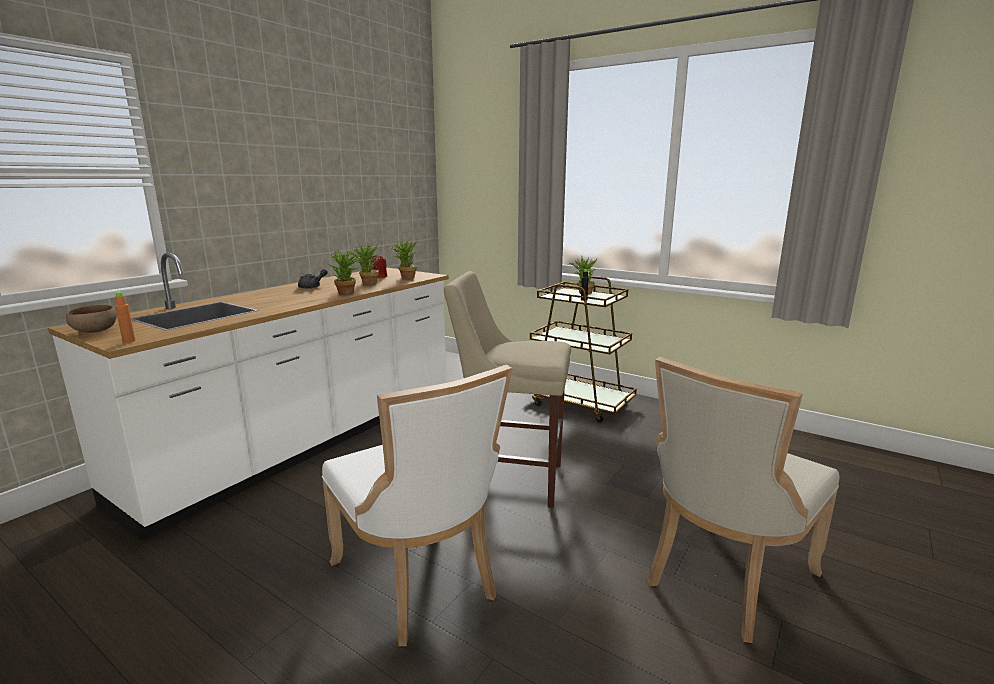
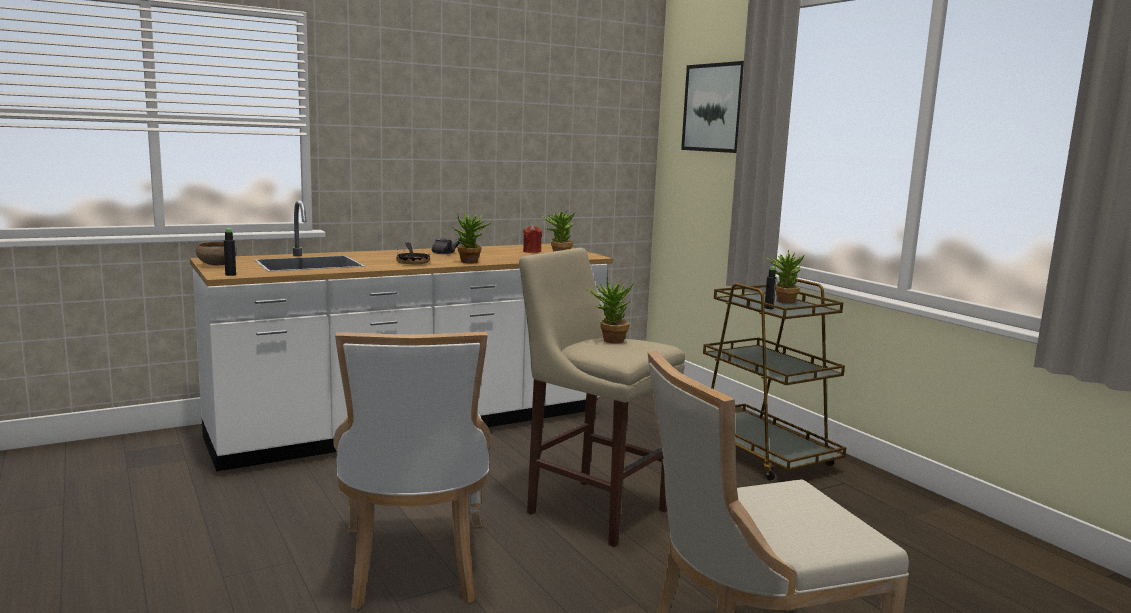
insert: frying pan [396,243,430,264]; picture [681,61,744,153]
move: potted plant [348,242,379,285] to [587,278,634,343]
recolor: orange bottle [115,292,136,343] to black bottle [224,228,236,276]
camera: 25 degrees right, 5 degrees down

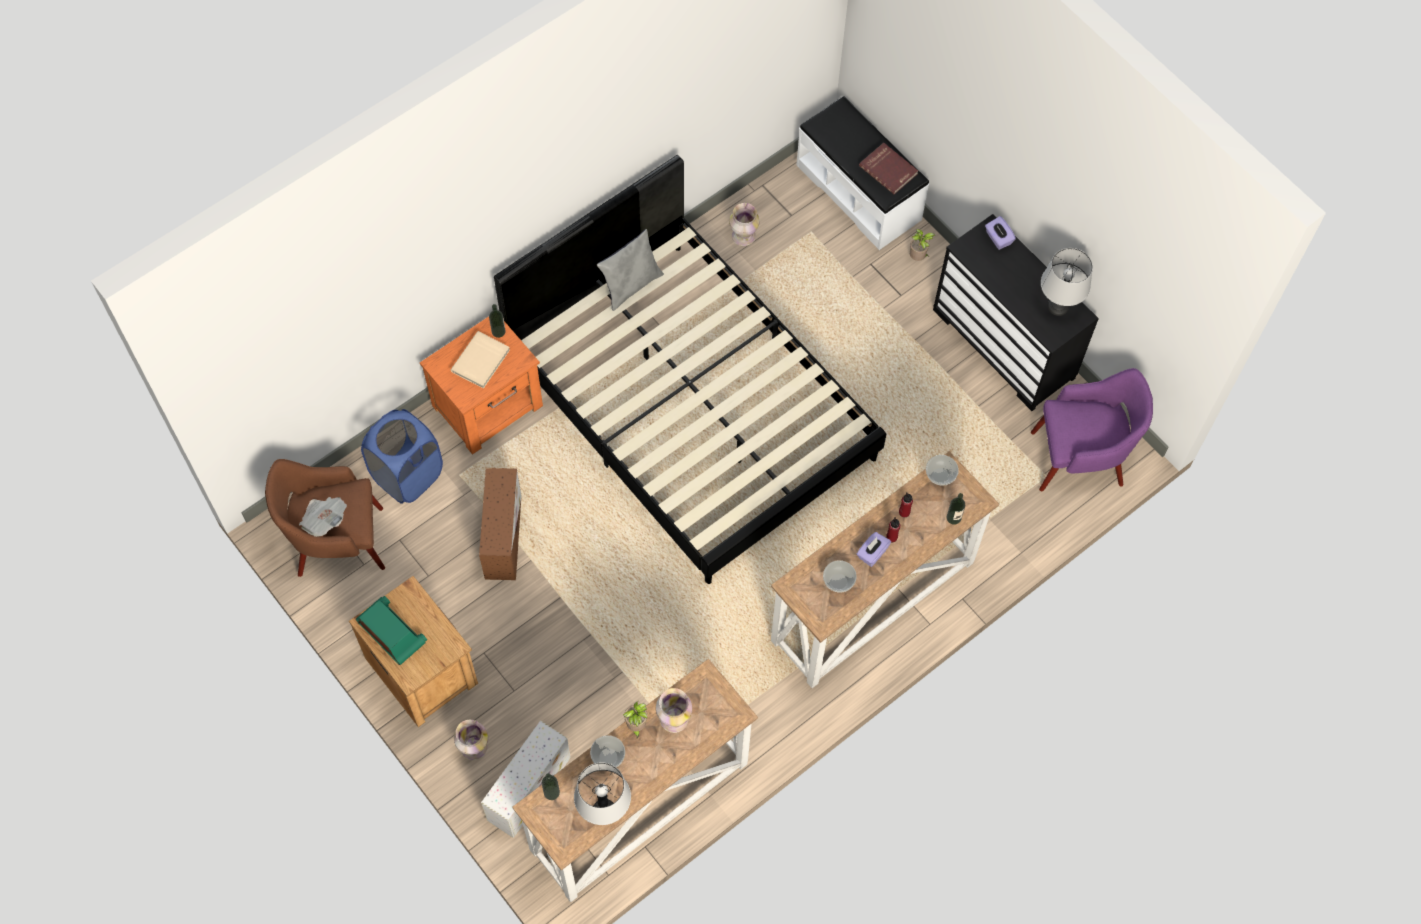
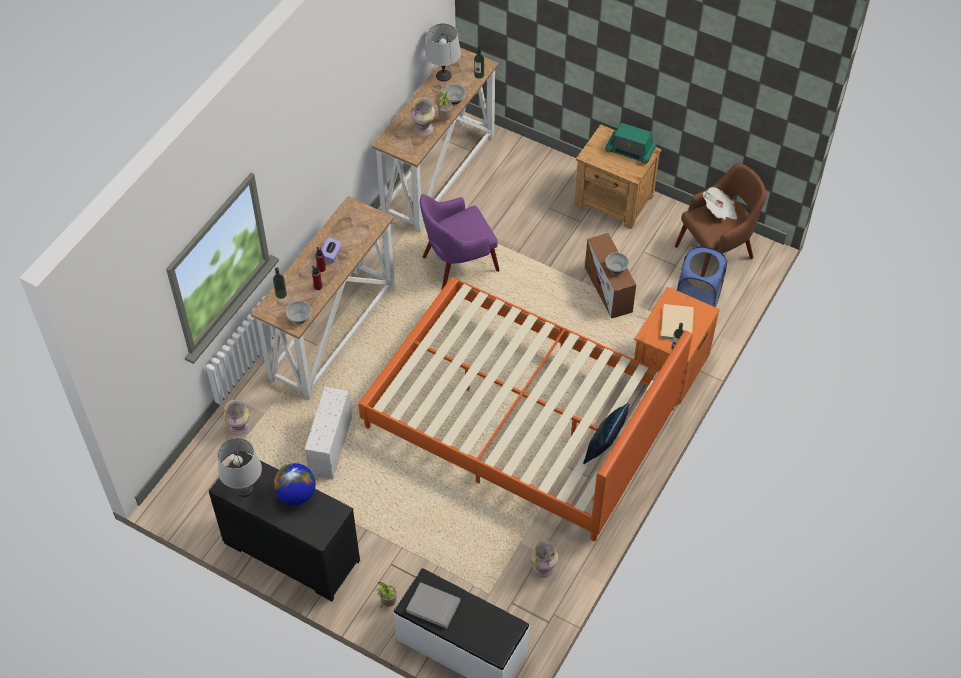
delete: purple tissue box [985,216,1016,250]
insert: globe [274,463,316,505]
move: vase [454,720,488,760] to [224,400,250,436]; white storage box [481,720,571,838] to [305,387,352,479]; purple armchair [1031,368,1153,492] to [420,194,500,289]; bowl [823,560,857,593] to [606,253,629,273]
recolor: black bed [494,155,886,584] to orange bed [358,277,692,541]; red book [859,143,918,194] to grey book [406,582,461,629]; grey pillow [597,229,664,311] to blue pillow [583,403,629,464]
camera: 160 degrees right, 10 degrees down

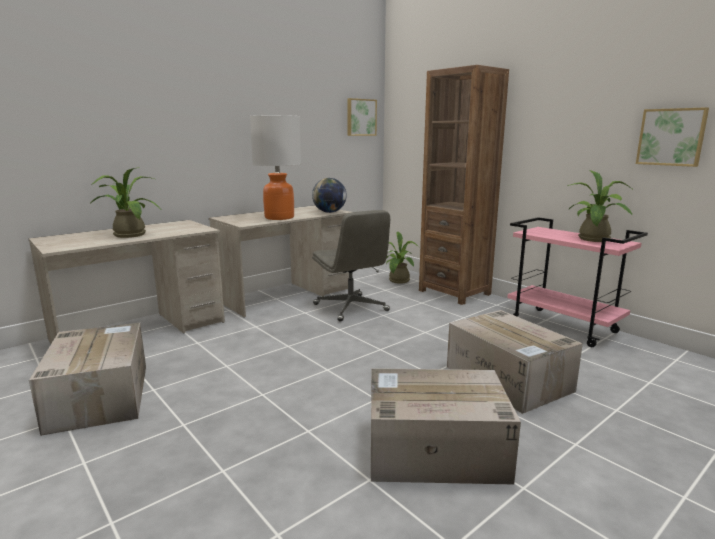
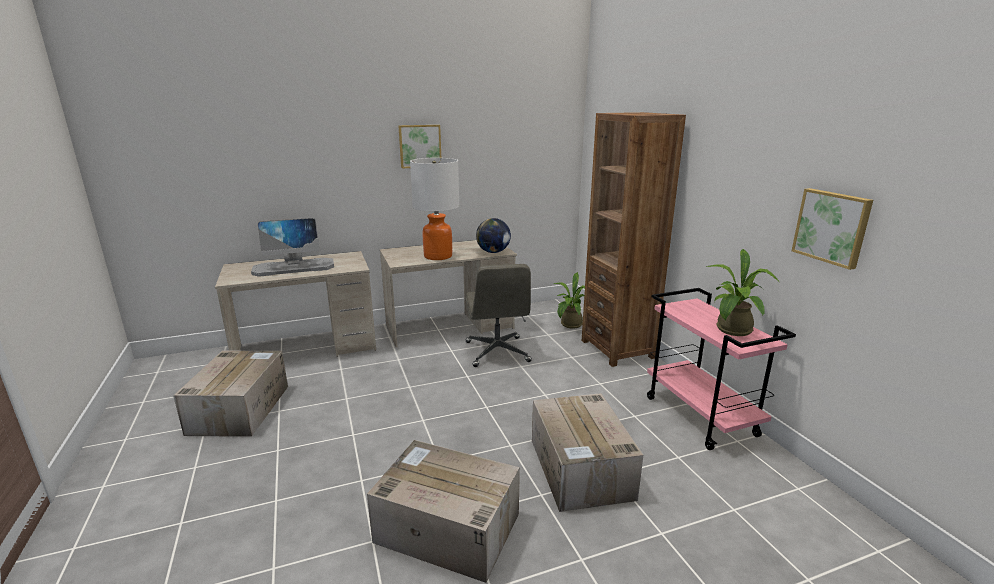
move: picture [347,98,377,136] to [398,125,441,169]
replace: potted plant [91,167,161,238] to monitor [251,218,334,277]
camera: 20 degrees right, 5 degrees up

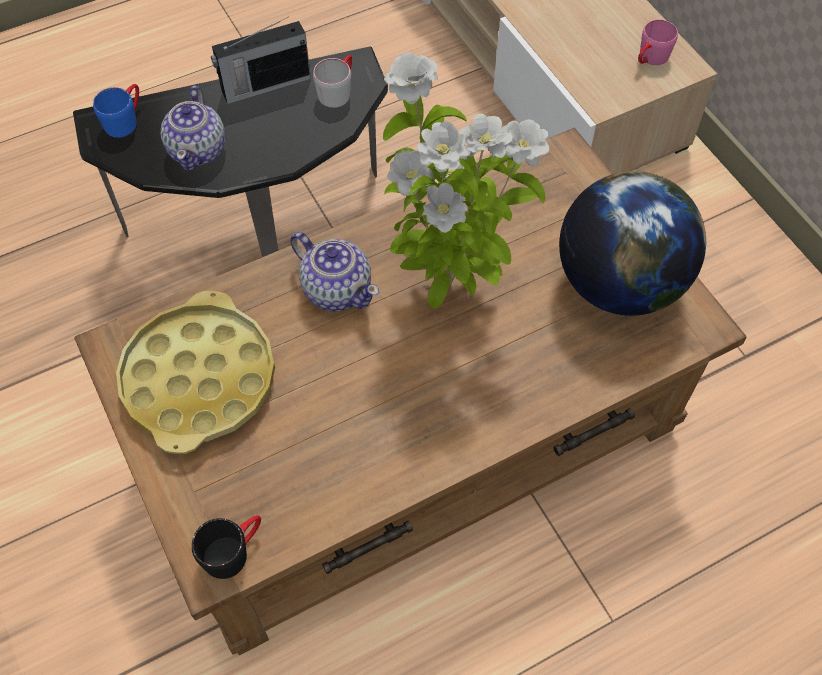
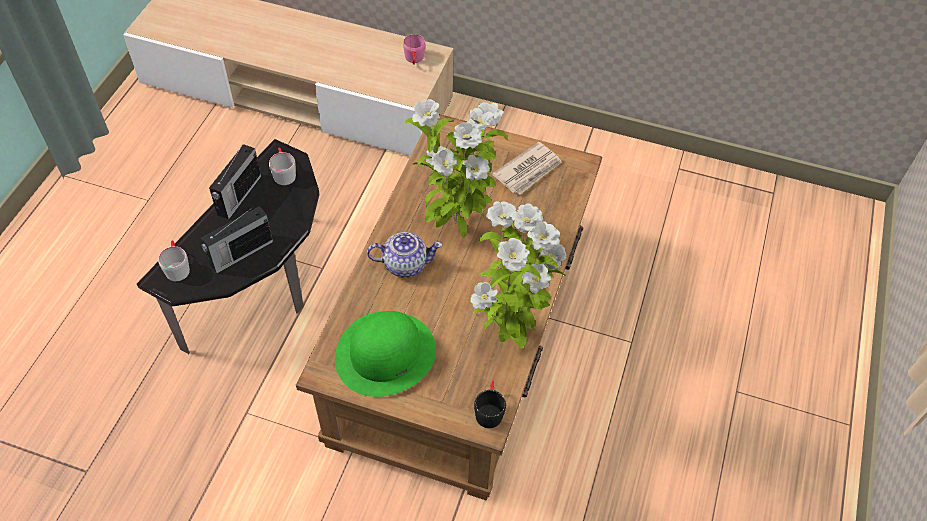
insert: potted plant [470,201,566,349]
replace: teapot [161,85,225,171] to radio [201,206,273,273]; yellow tray [116,291,275,454] to green hat [335,311,436,397]; globe [559,171,706,316] to newspaper [492,142,562,195]
recolor: blue mug [93,84,139,138] to grey mug [158,240,190,281]
camera: 45 degrees left, 5 degrees down

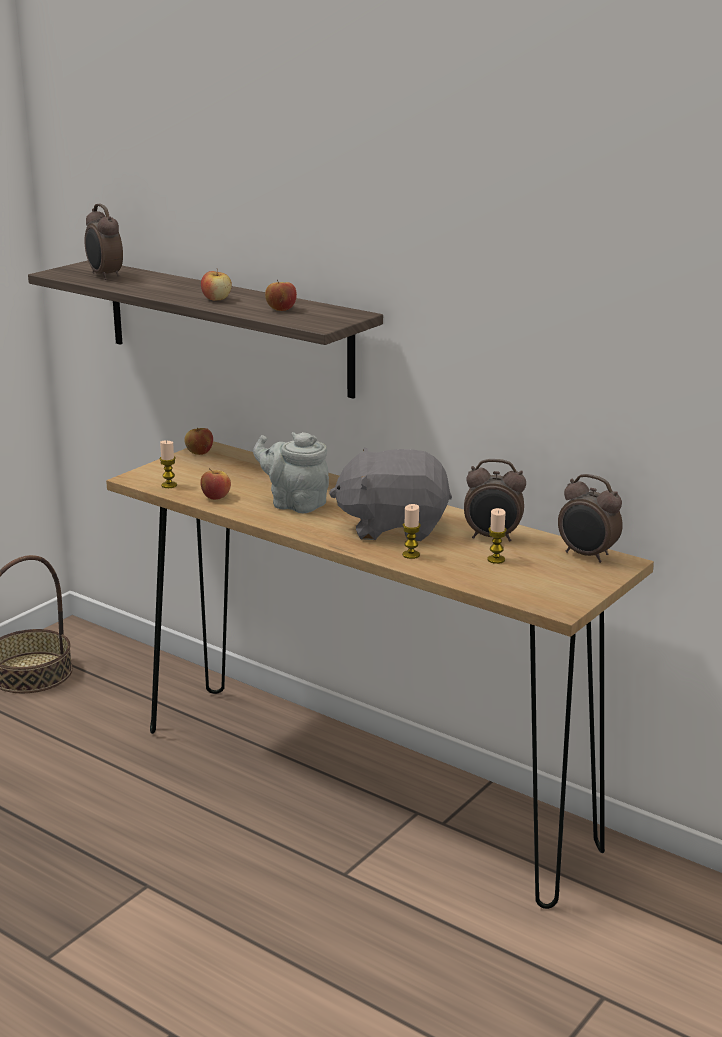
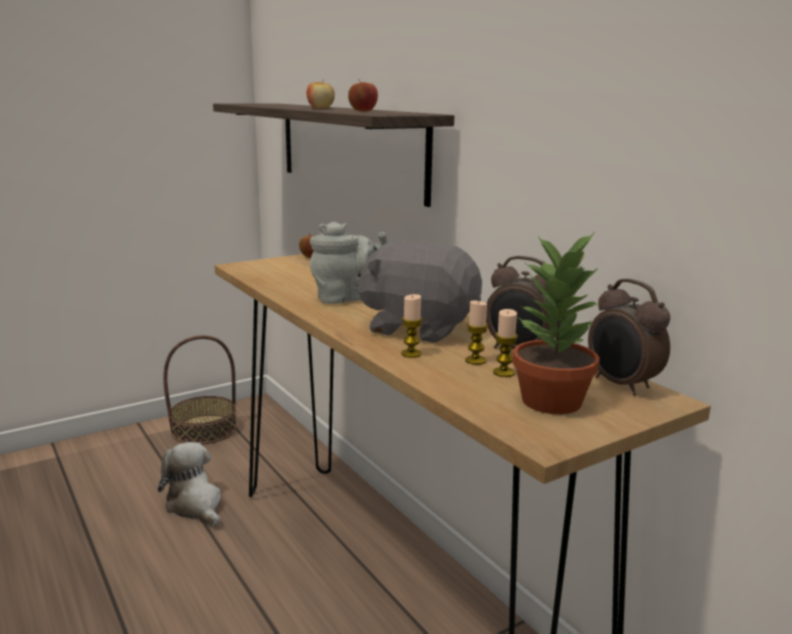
delete: alarm clock [84,204,123,280]; apple [200,468,231,500]
insert: plush toy [158,442,221,527]; potted plant [512,233,600,414]
move: candle [160,441,177,488] to [465,301,488,365]
rotate: grey teapot [253,432,329,513] = [310,222,387,304] 105 degrees clockwise
camera: 20 degrees right, 5 degrees down

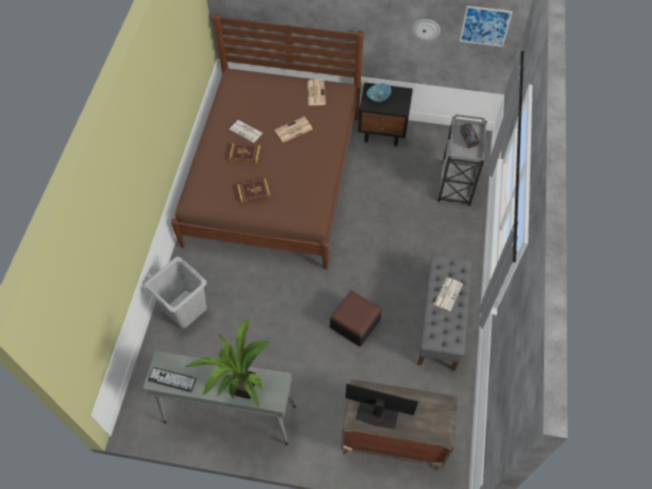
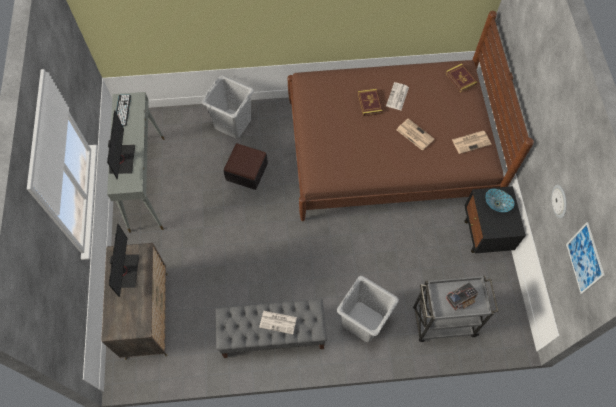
insert: grey laundry basket [337,276,399,343]
move: ottoman [330,290,382,347] to [224,143,268,190]; book [237,179,270,204] to [445,63,477,92]
replace: potted plant [186,318,270,406] to monitor [107,110,135,180]
camera: 75 degrees right, 5 degrees up

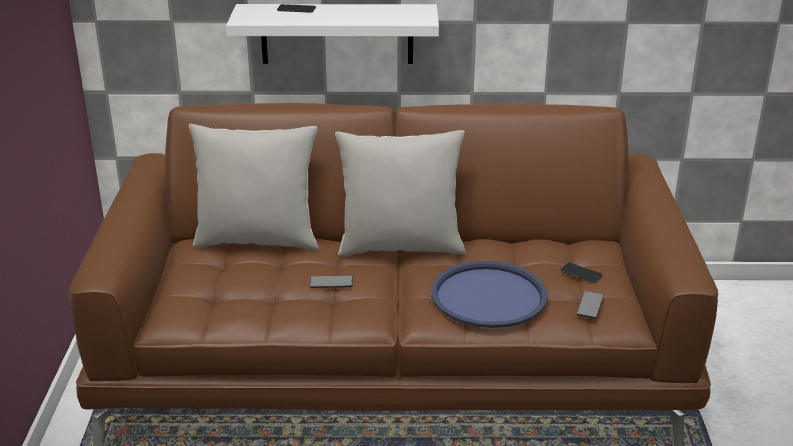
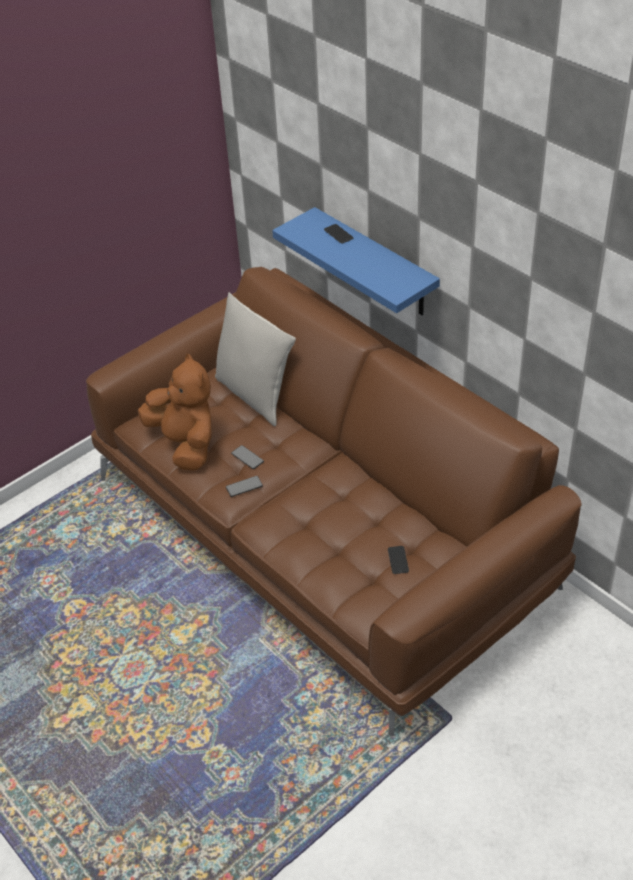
delete: grey pillow [335,130,466,257]; blue tray [431,261,548,328]
insert: brown plush toy [138,353,212,470]
move: phone [576,291,604,319] to [226,476,263,497]
recolor: white shelf [226,4,439,64] to blue shelf [272,207,440,315]
camera: 50 degrees right, 15 degrees up

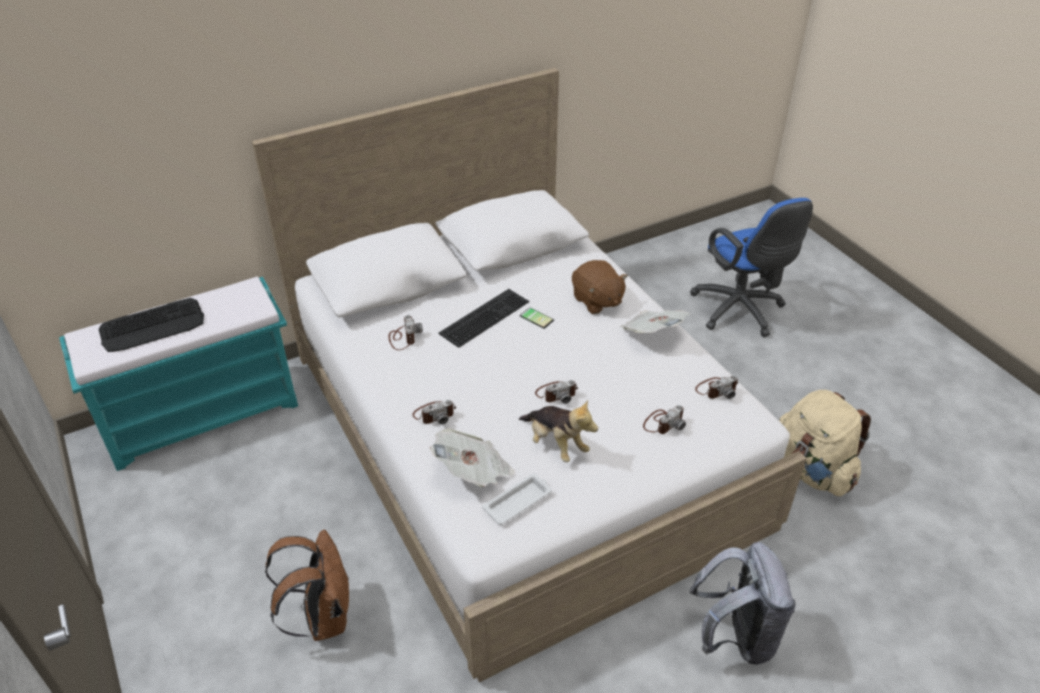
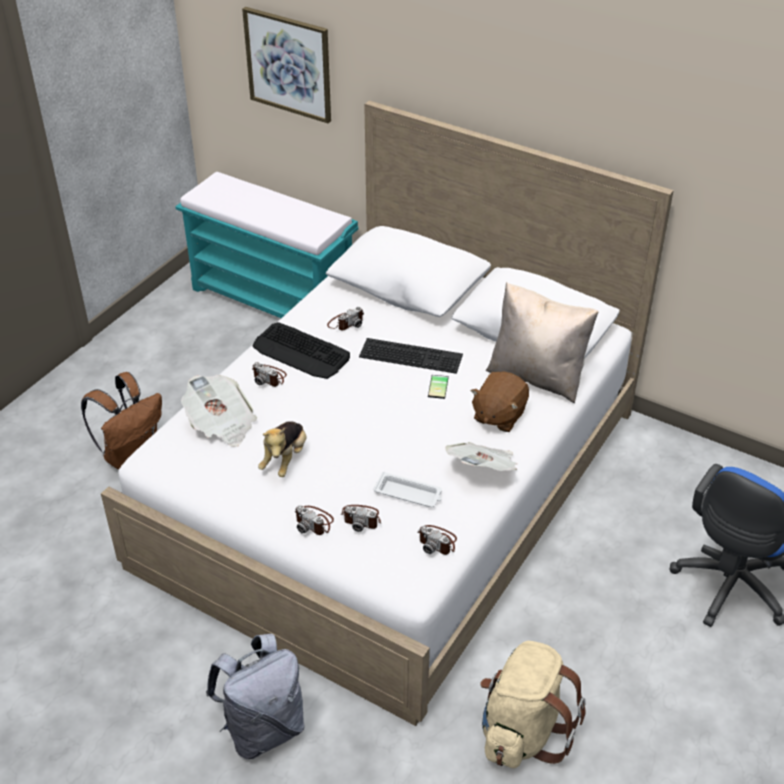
insert: picture [242,7,331,123]; beige pillow [486,282,598,403]
move: keyboard [99,298,204,352] to [252,322,350,379]; photo camera [535,380,578,404] to [294,505,334,535]; white tray [482,473,552,525] to [373,472,442,507]
camera: 60 degrees right, 0 degrees up

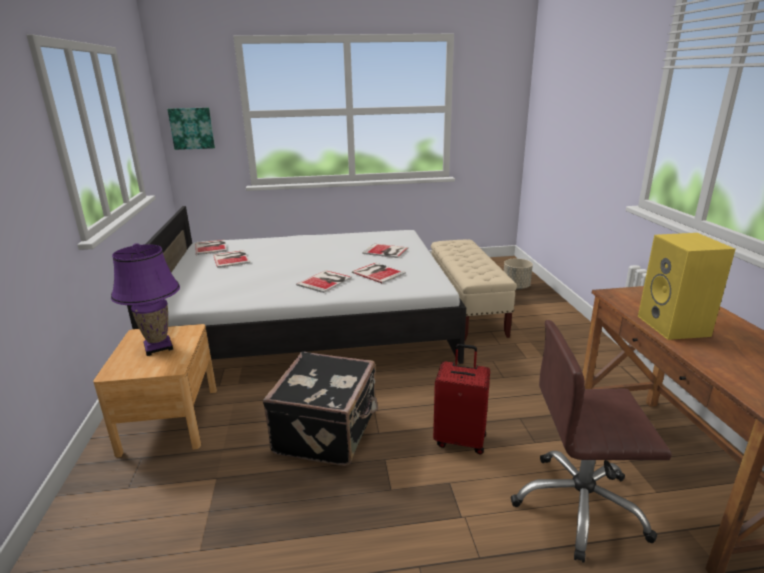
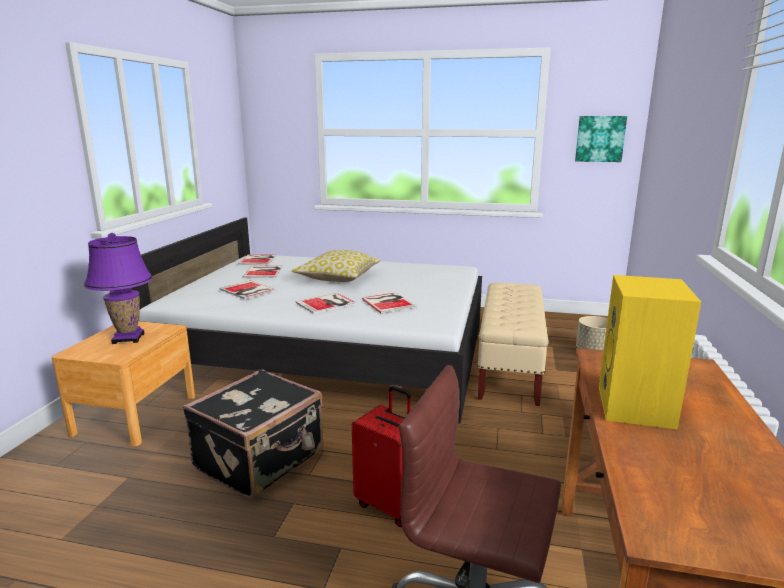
insert: pillow [292,250,381,282]
move: book [362,244,409,258] to [219,281,276,299]; picture [168,108,215,150] to [575,116,627,162]
camera: 20 degrees right, 5 degrees down

